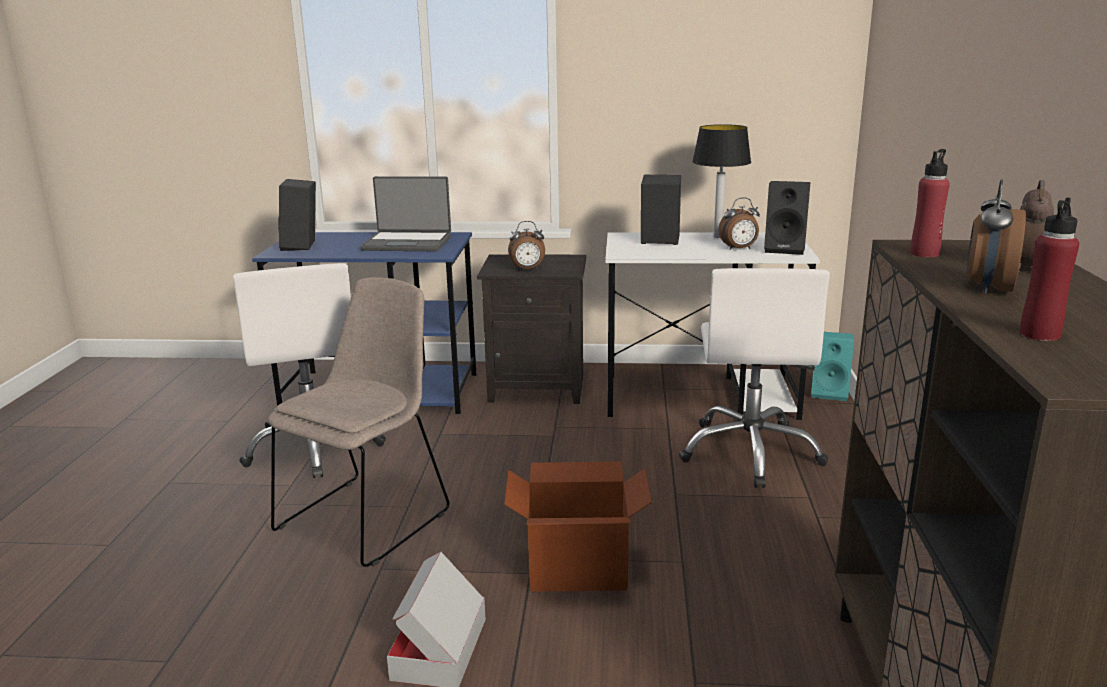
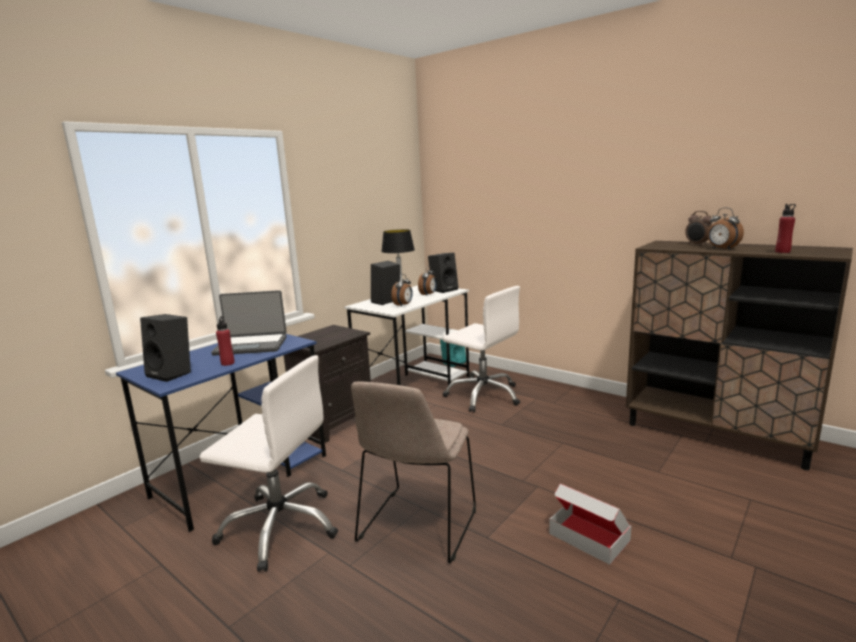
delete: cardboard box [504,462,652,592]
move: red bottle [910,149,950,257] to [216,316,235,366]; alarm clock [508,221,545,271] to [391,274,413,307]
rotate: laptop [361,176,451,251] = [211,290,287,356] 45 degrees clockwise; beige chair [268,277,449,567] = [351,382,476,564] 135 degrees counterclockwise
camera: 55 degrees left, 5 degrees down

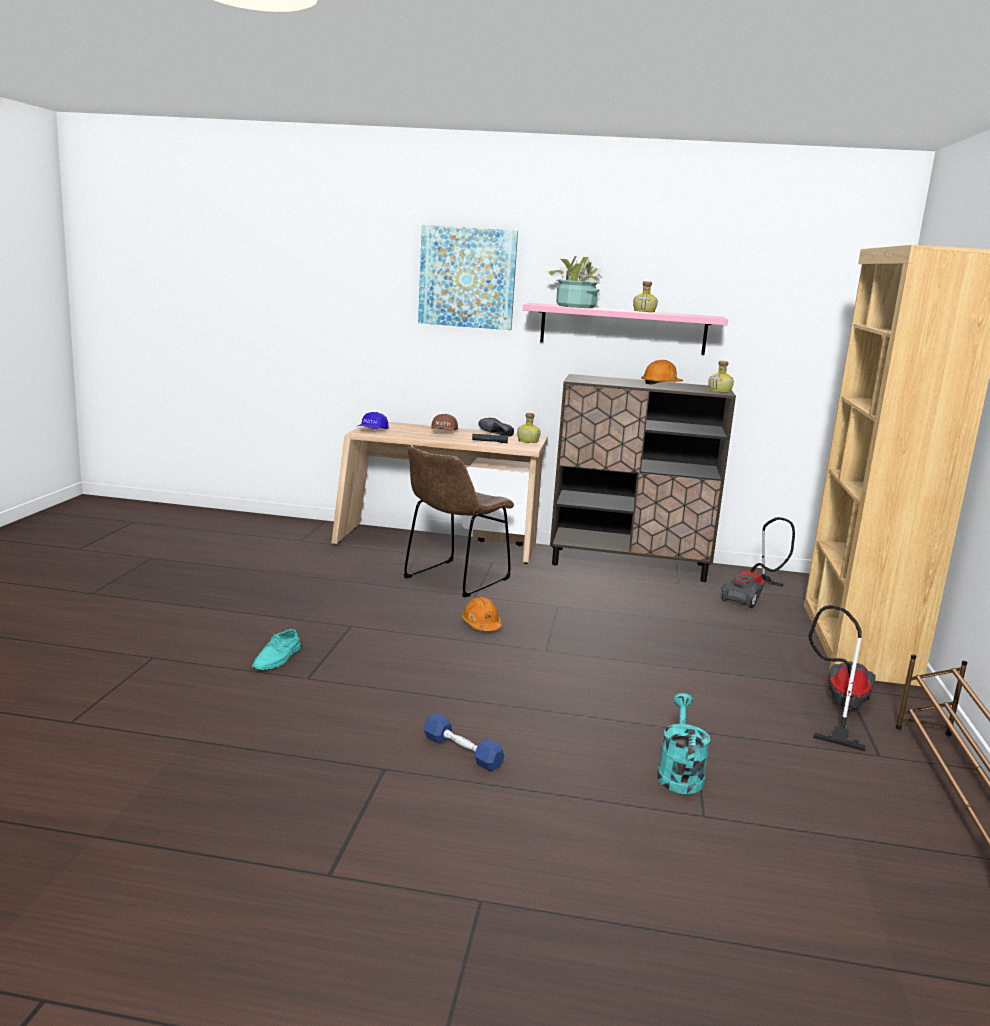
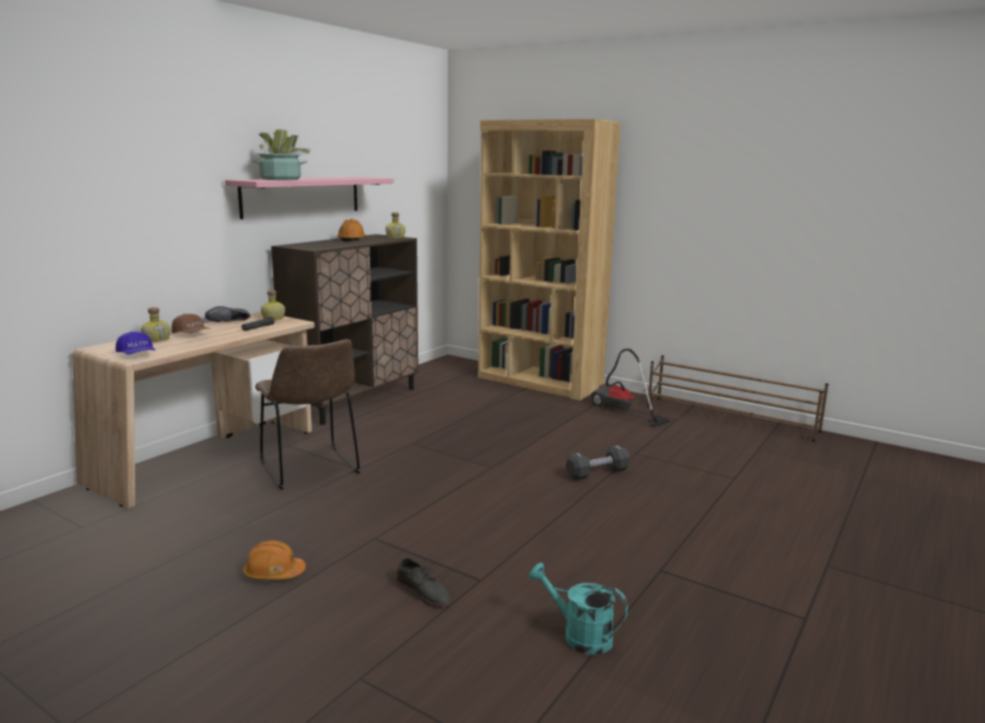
delete: picture [418,225,518,330]; blue dumbbell [423,713,504,771]; vacuum cleaner [721,517,795,608]
insert: black dumbbell [566,445,630,480]
move: bottle [633,281,658,312] to [141,307,170,342]; orange hard hat [462,597,502,631] to [243,540,306,580]; turquoise watering can [657,693,711,794] to [529,563,628,655]
recolor: turquoise shoe [252,629,301,670] to grey shoe [397,558,451,608]
camera: 65 degrees left, 0 degrees up

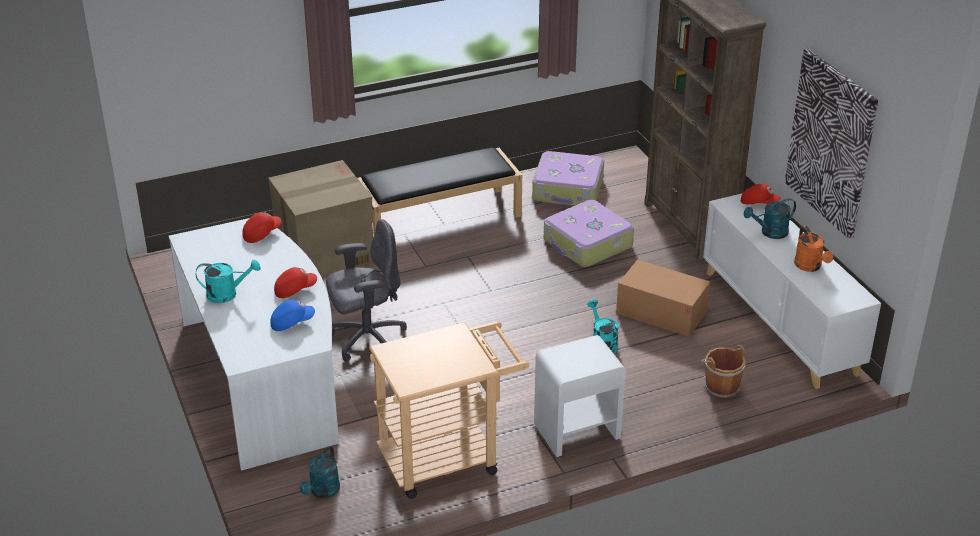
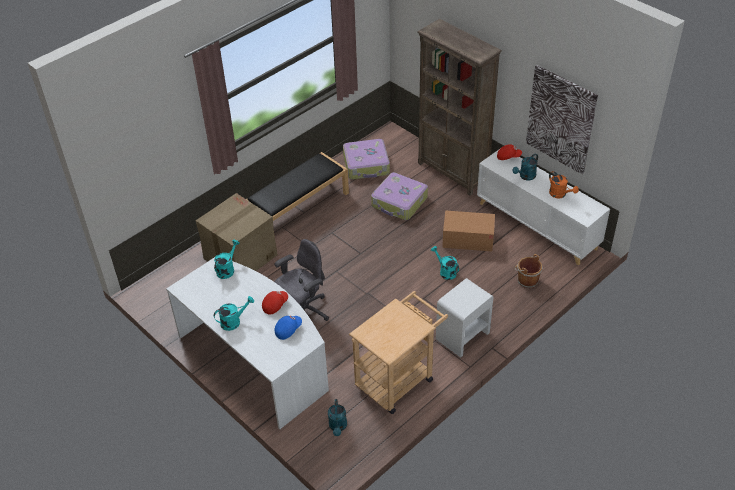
replace: red cap [242,212,282,243] to turquoise watering can [214,240,239,279]
camera: 20 degrees left, 10 degrees up

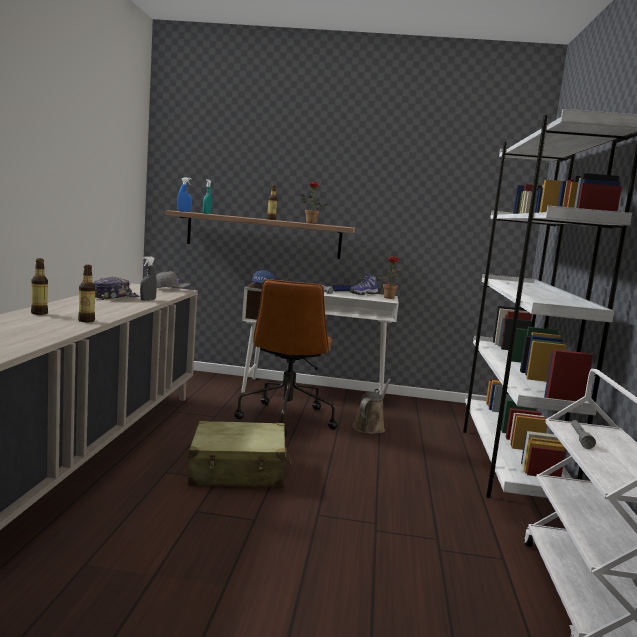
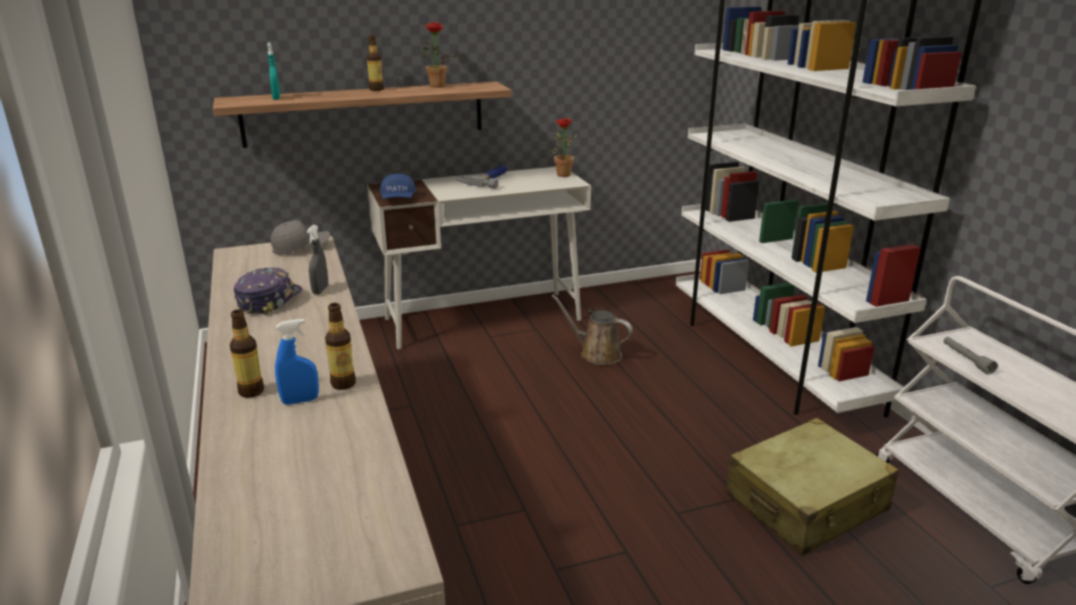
delete: brown office chair [234,279,338,436]; shoe [350,274,378,295]
move: blue spray bottle [177,177,192,212] to [275,319,319,405]; beige suitcase [188,421,292,487] to [726,418,899,556]
rotate: brown watering can [353,379,391,434] = [551,294,633,365] 60 degrees counterclockwise
camera: 25 degrees left, 15 degrees up

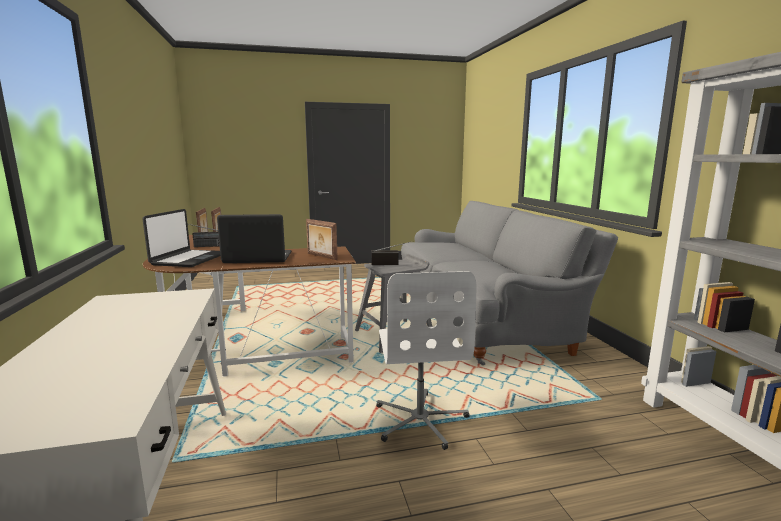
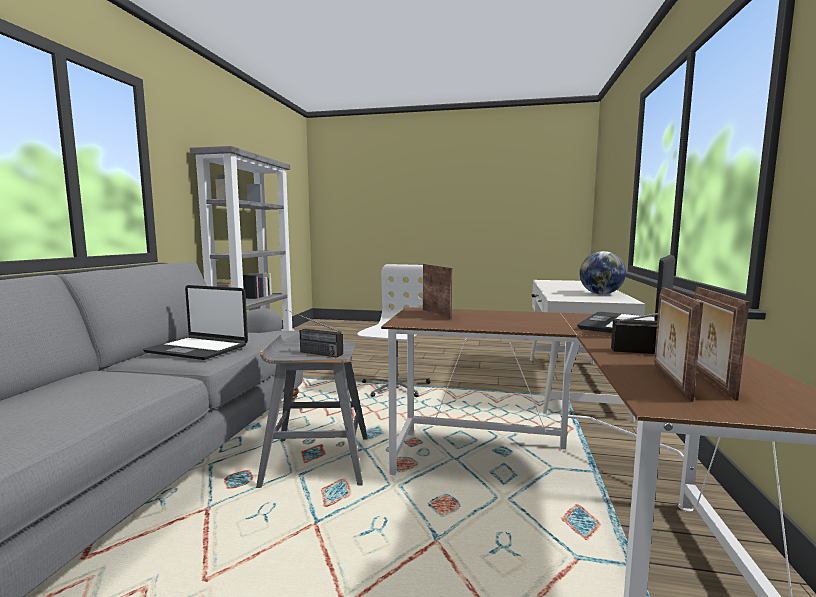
insert: globe [579,251,626,295]
move: laptop [217,214,291,263] to [143,285,248,360]
camera: 155 degrees left, 5 degrees down

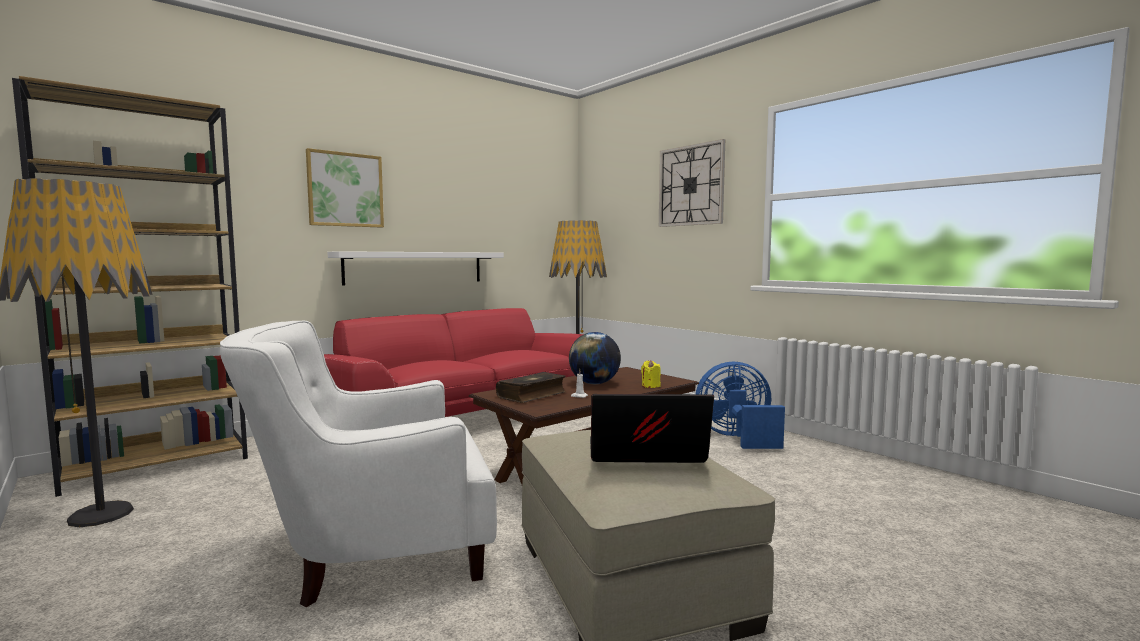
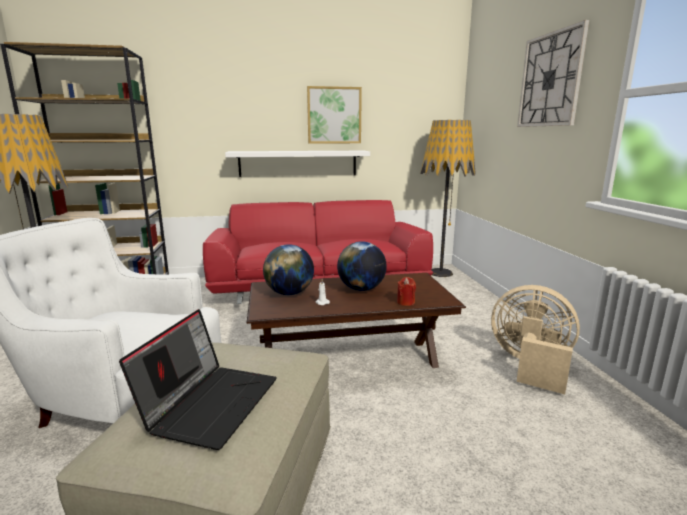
move: picture [306,148,384,228] to [307,86,362,144]
replace: book [496,372,566,403] to globe [263,244,314,295]
recolor: yellow candle [641,360,661,388] to red candle [397,277,416,306]; blue fan [696,362,785,449] to beige fan [491,285,580,394]
rotate: laptop [590,394,714,463] = [119,309,277,450] 75 degrees clockwise
camera: 30 degrees right, 10 degrees up

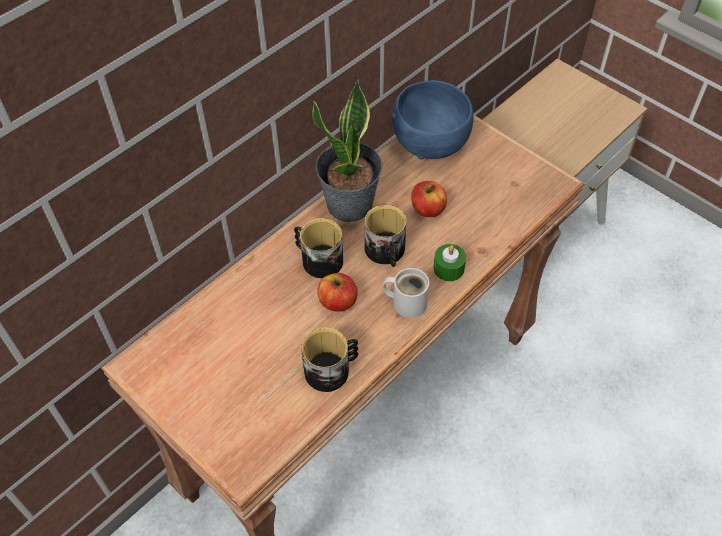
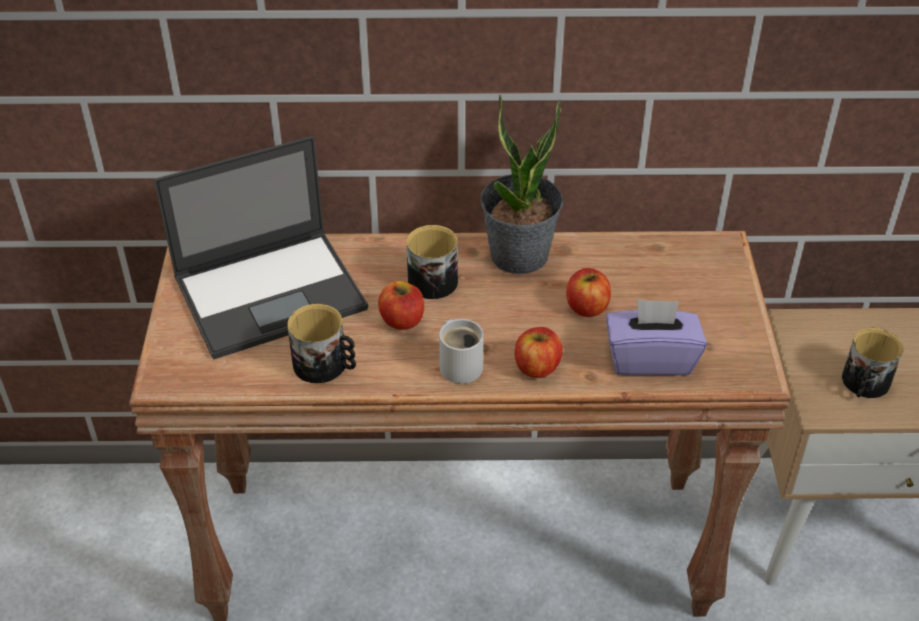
delete: blue bowl [391,80,474,159]
insert: laptop [154,136,368,359]; purple tissue box [606,299,707,376]
move: mug [365,205,406,267] to [842,328,903,398]
replace: green candle [433,244,466,281] to apple [515,327,563,378]
camera: 45 degrees right, 10 degrees down

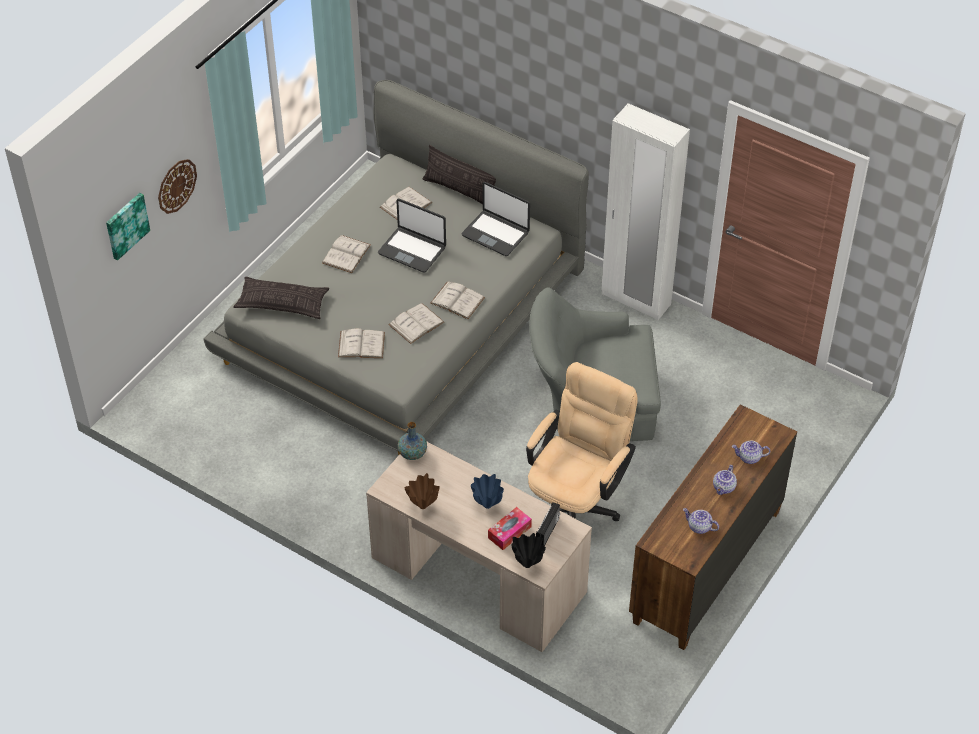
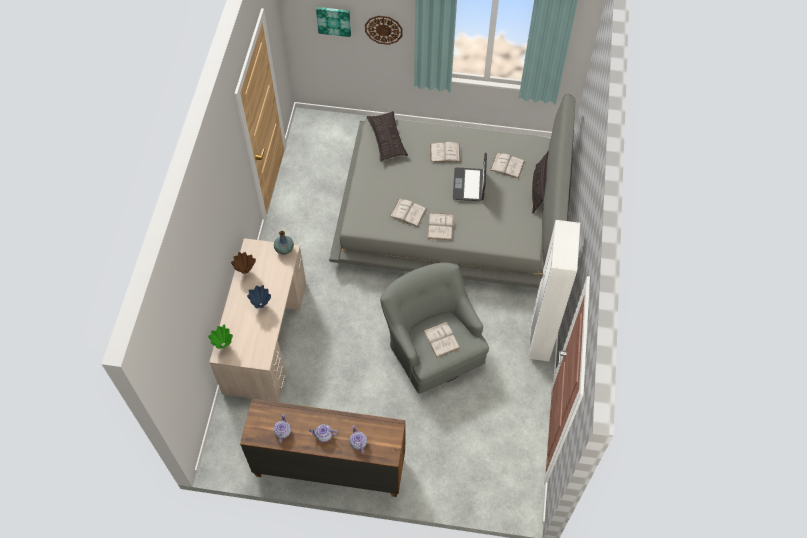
delete: laptop [462,182,530,256]; tissue box [488,507,532,550]; beige office chair [526,362,638,521]; radio [536,502,560,546]
move: white book [338,328,385,358] to [423,322,460,358]
recolor: black vase [511,533,546,568] to green vase [208,325,233,349]
camera: 65 degrees right, 10 degrees up

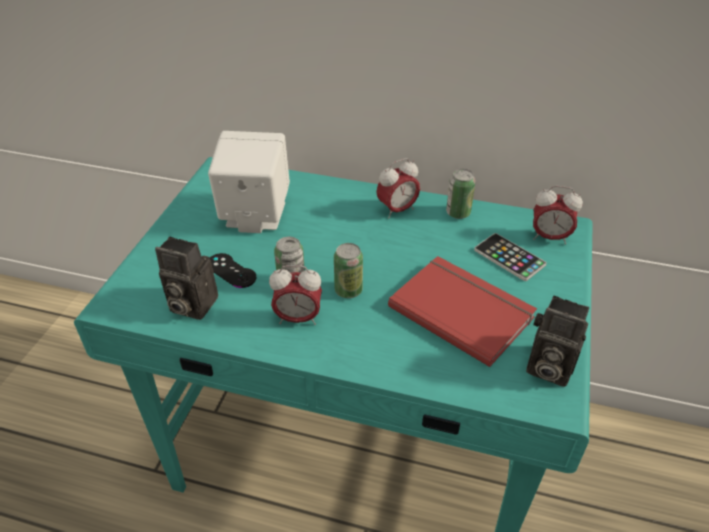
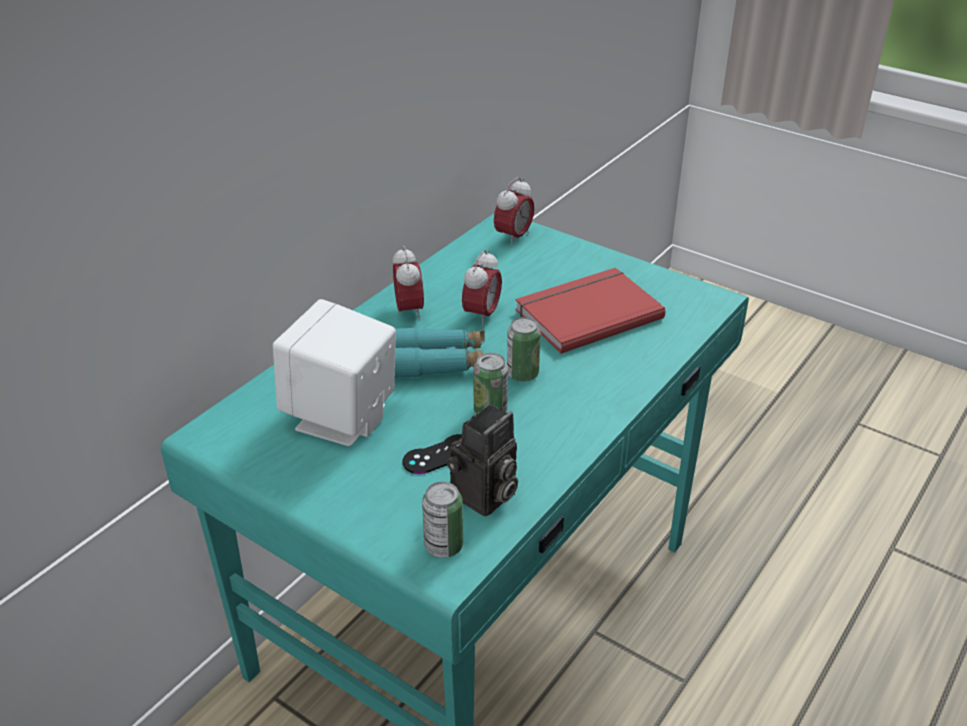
delete: phone [474,233,547,281]; photo camera [526,295,589,387]
insert: turquoise binoculars [395,327,485,378]
move: can [446,169,476,219] to [422,482,463,558]; alarm clock [269,265,322,325] to [462,250,502,327]
camera: 70 degrees left, 5 degrees down

